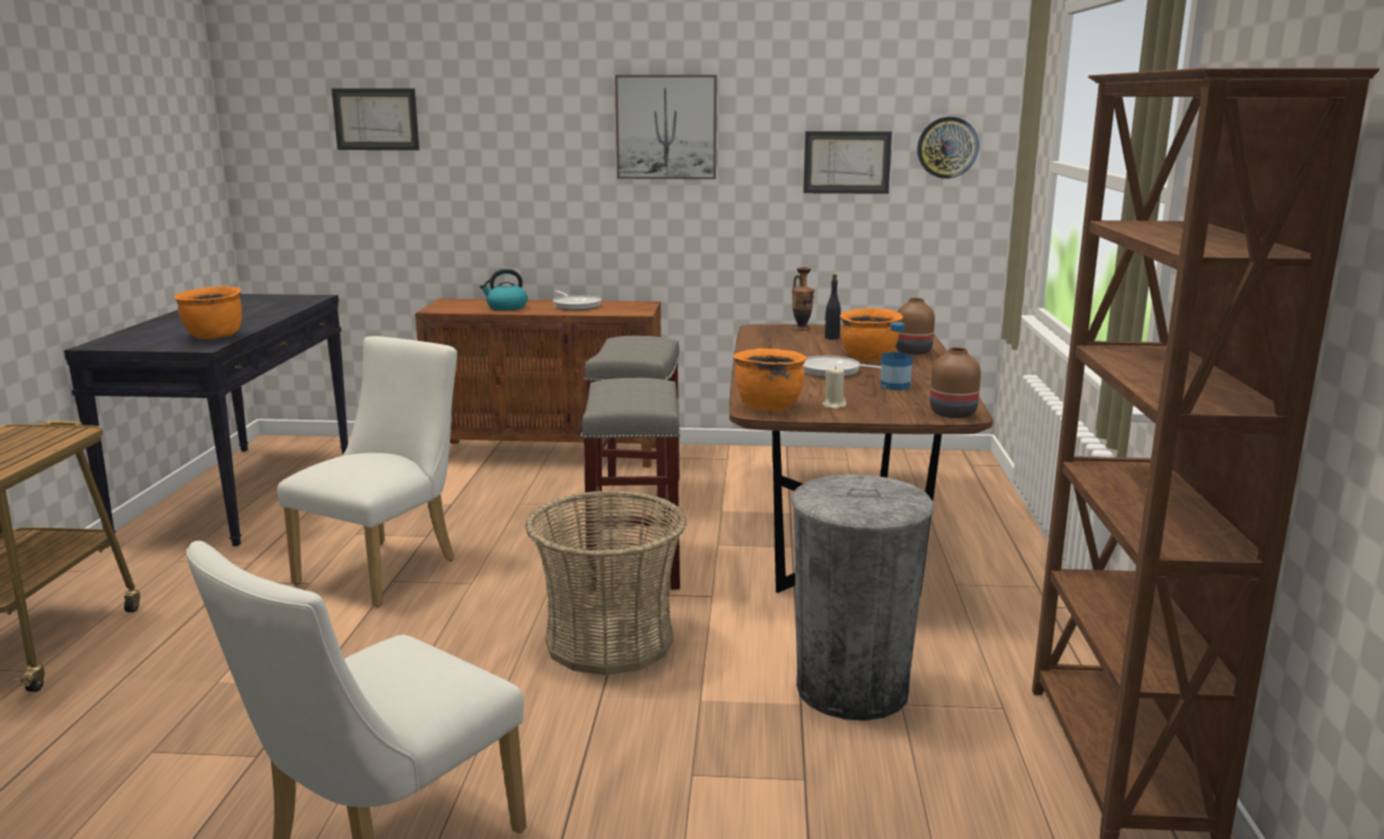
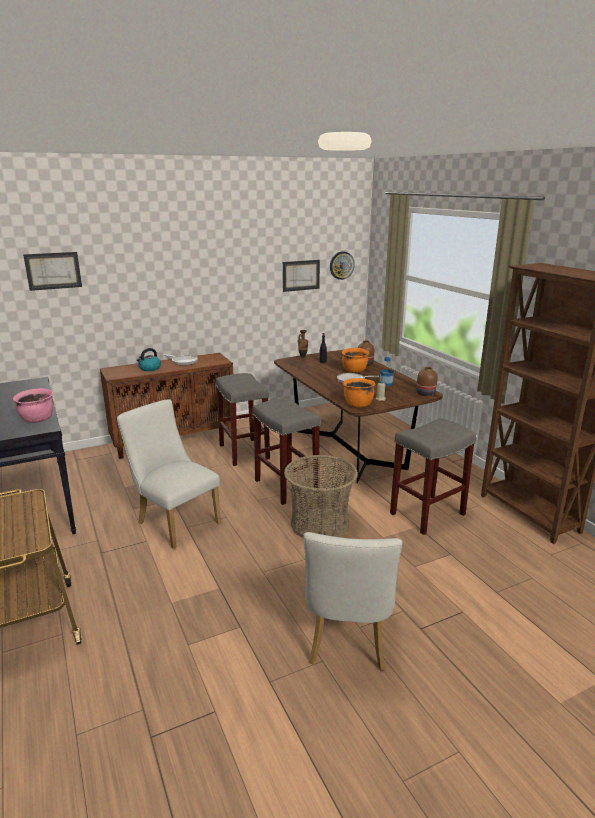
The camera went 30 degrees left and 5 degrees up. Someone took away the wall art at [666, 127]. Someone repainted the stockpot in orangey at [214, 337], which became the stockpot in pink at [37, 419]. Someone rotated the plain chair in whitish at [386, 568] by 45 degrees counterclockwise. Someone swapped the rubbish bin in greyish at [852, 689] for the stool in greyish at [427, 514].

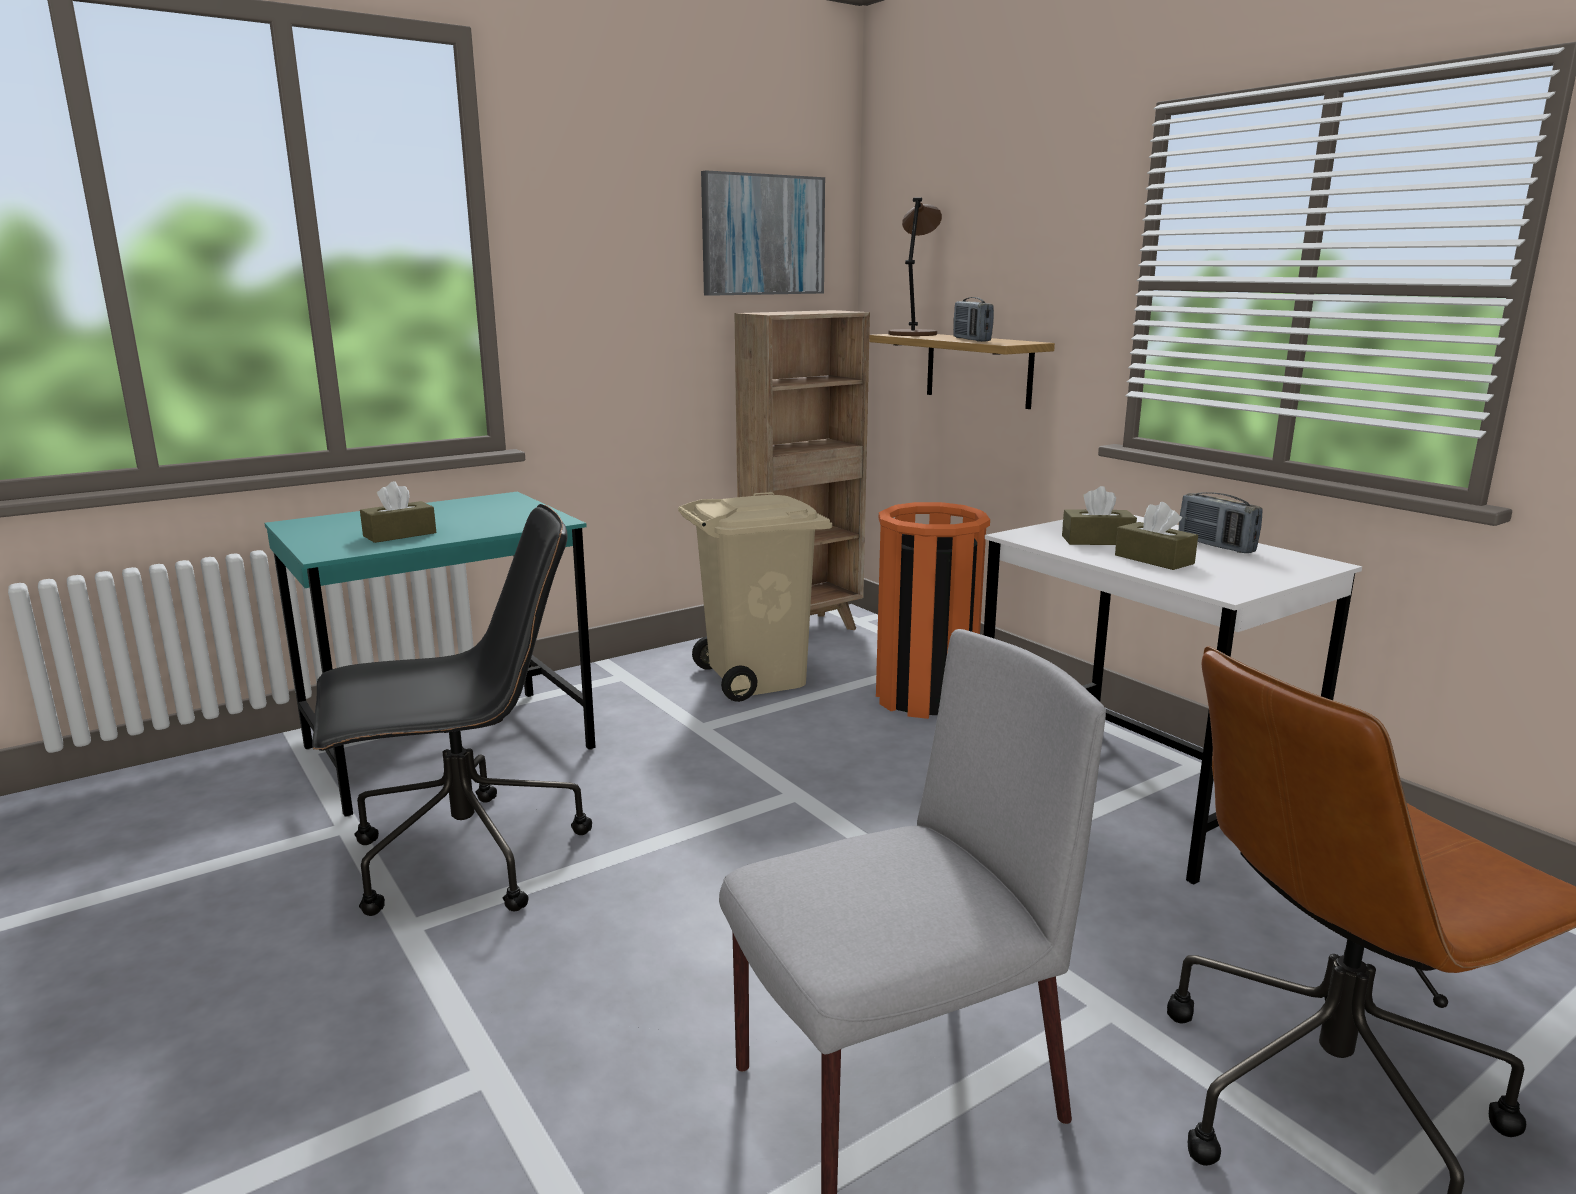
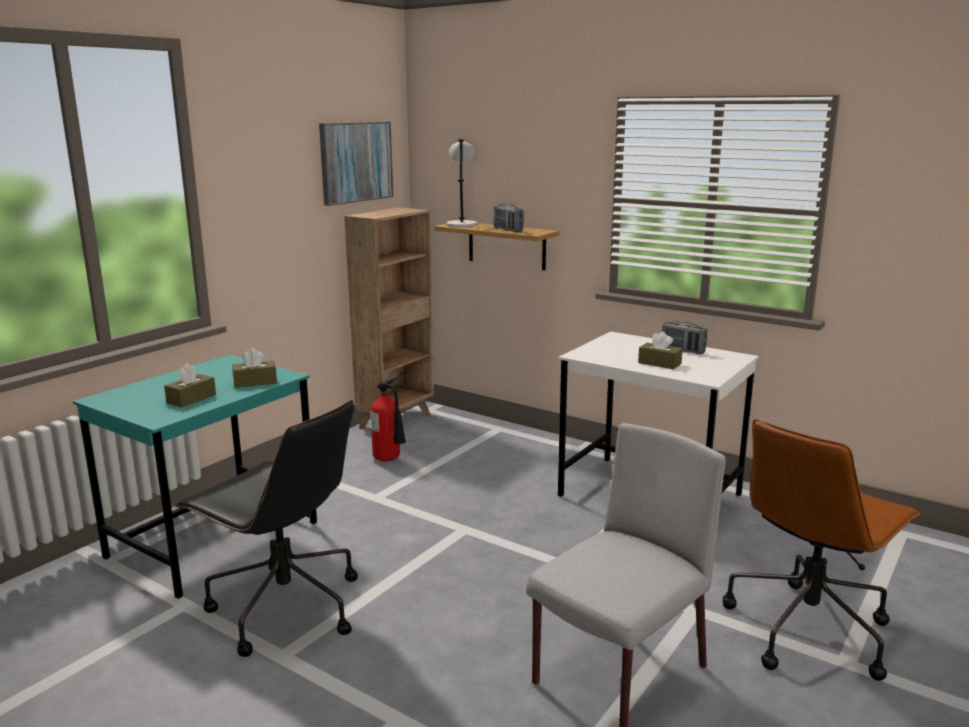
The camera went 20 degrees left and 0 degrees up. Someone repainted the tabletop lamp in brown-coloured at [913, 334], which became the tabletop lamp in greyish at [461, 224]. Someone carried the box of tissues in brown-coloured from [1097, 540] to [255, 382]. Someone swapped the rubbish bin in beige at [758, 679] for the fire extinguisher at [390, 459]. Someone took away the rubbish bin in orangey at [925, 698]. Someone rotated the computer chair in blackish at [463, 858] by 75 degrees clockwise.

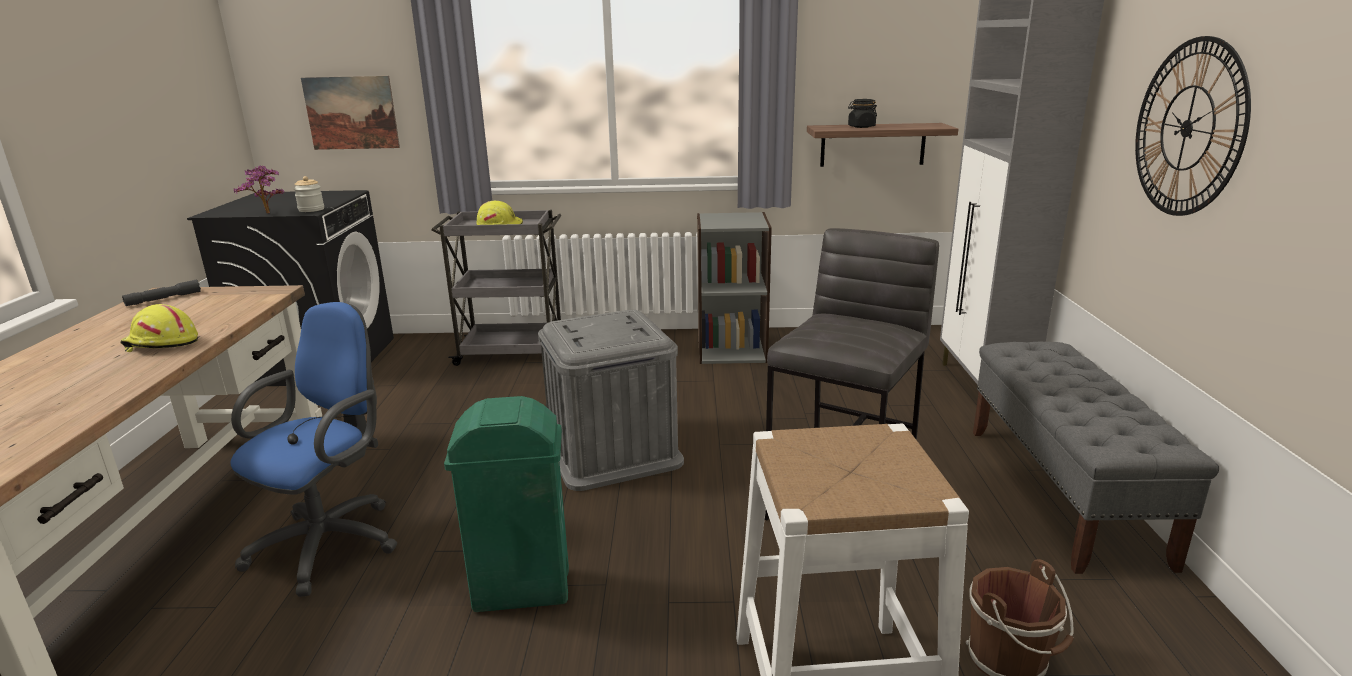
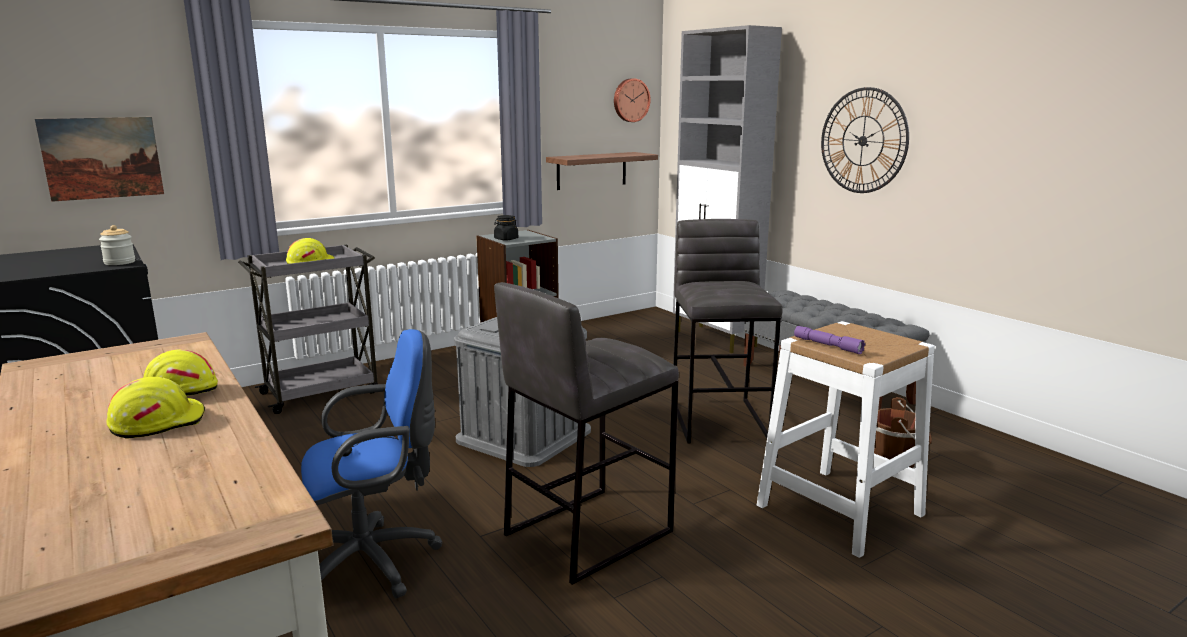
The camera went 35 degrees left and 5 degrees down. Someone carried the storage jar in blackish from [861, 127] to [506, 239]. Someone took away the potted plant at [267, 214]. Someone took away the hand torch in greyish at [164, 299]. Someone rotated the computer chair in blue at [333, 541] by 75 degrees clockwise. Someone swapped the rubbish bin in green-coloured at [521, 589] for the stool in greyish at [586, 532]. Someone put up the clock on the wall at [630, 100]. Someone put down the hand torch in purple at [827, 345]. Someone put down the hard hat in yellowish at [158, 422].

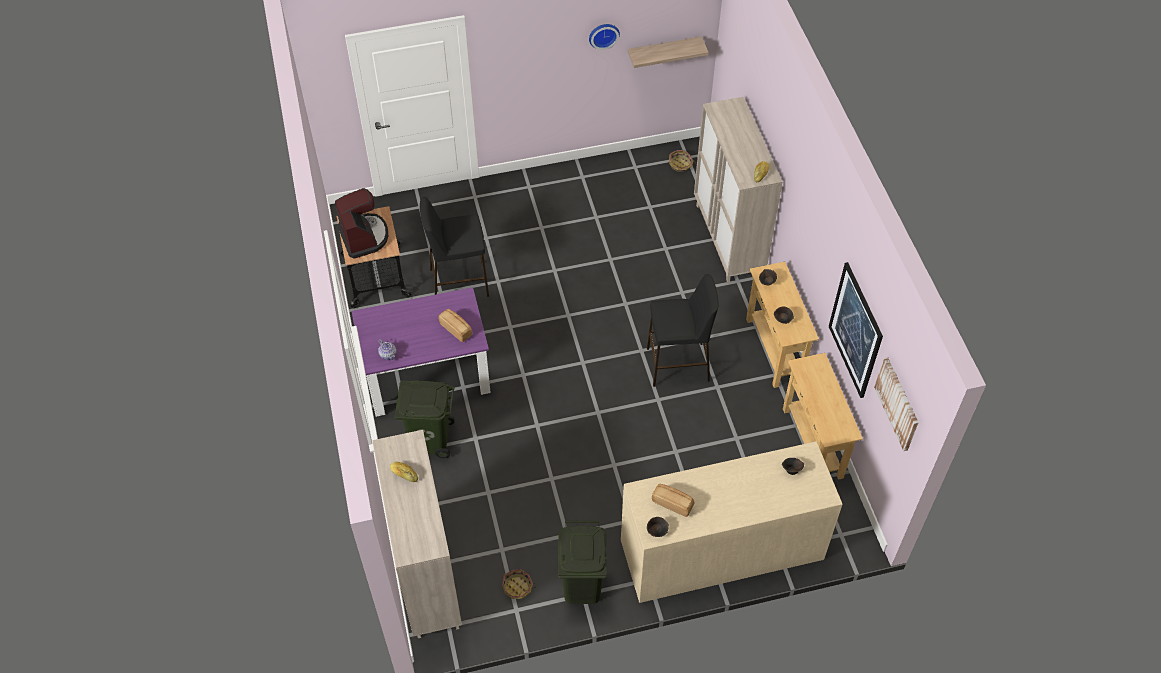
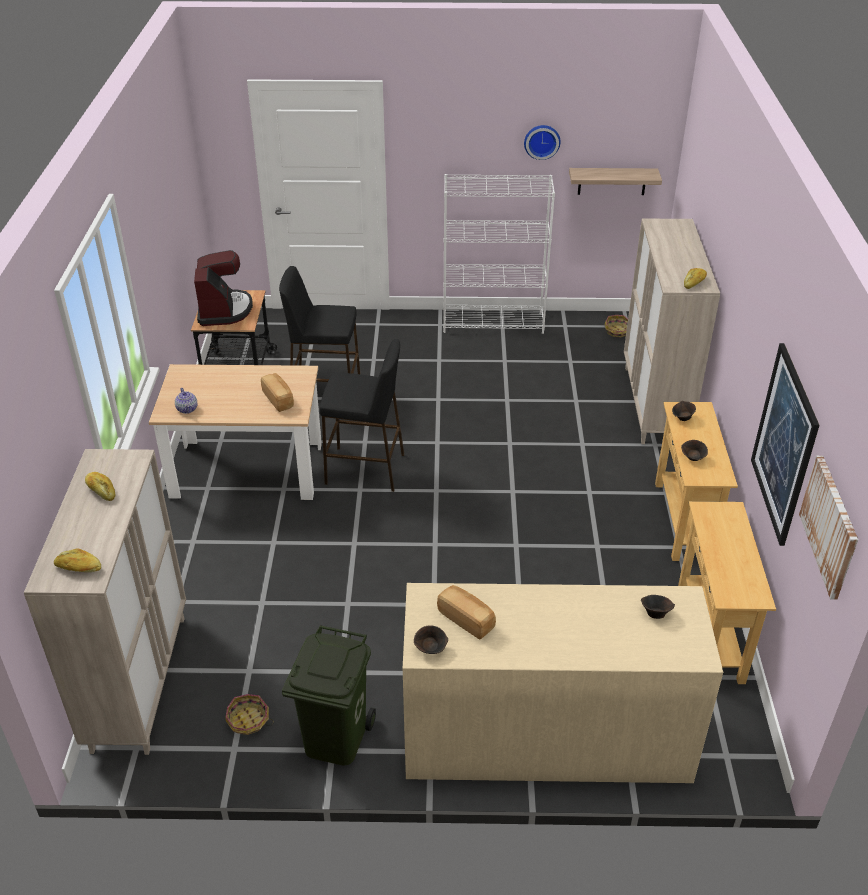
The camera went 15 degrees right and 15 degrees down. Someone carried the stool in blackish from [678, 364] to [366, 469]. Someone repainted the kitchen table in purple at [427, 376], which became the kitchen table in beige at [247, 471]. Someone took away the rubbish bin in green-coloured at [430, 439]. Someone put down the shelving unit in whitish at [493, 322]. Someone put down the bread at [78, 568].

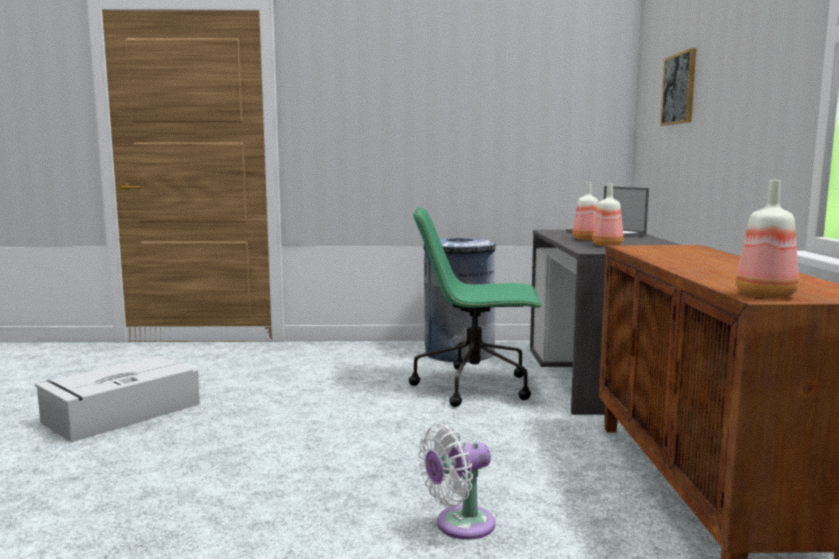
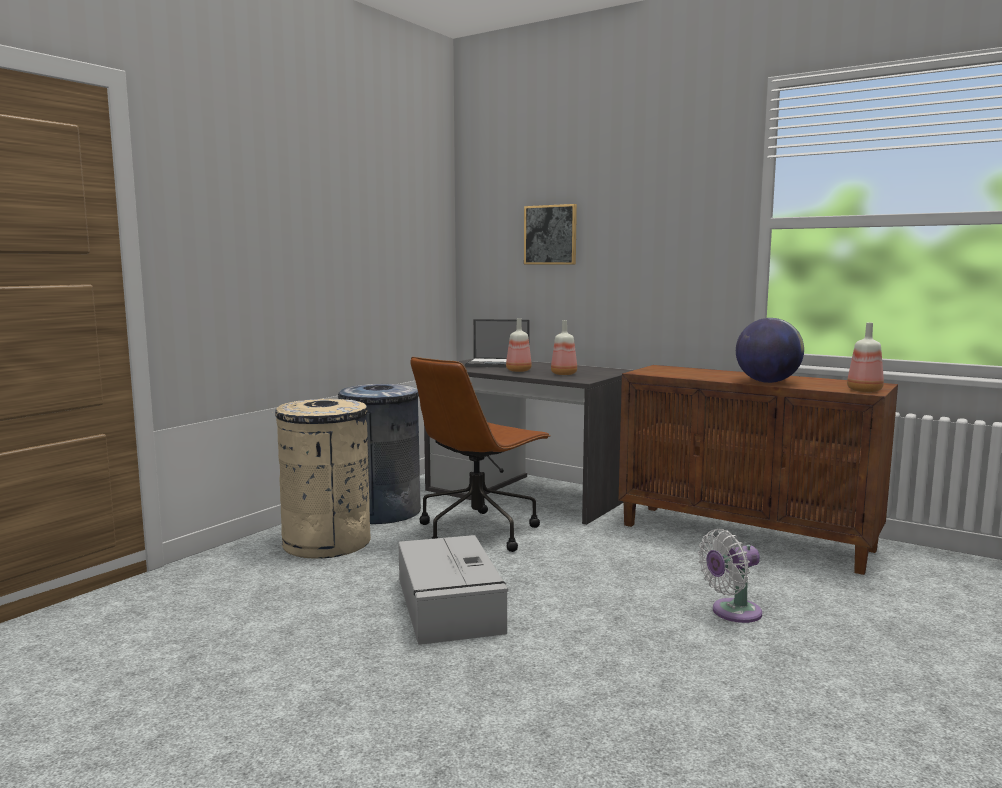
The camera went 55 degrees left and 0 degrees up. Someone repainted the computer chair in green-coloured at [476, 386], which became the computer chair in brown-coloured at [478, 531]. Someone carried the storage box in greyish from [120, 413] to [449, 606]. Someone rotated the fan in whitish at [459, 525] by 60 degrees clockwise. Someone put down the globe at [767, 382]. Someone put down the rubbish bin in beige at [326, 542].

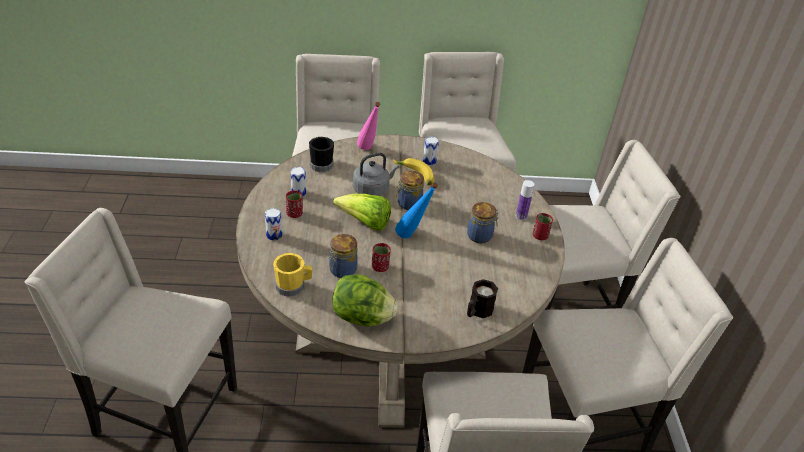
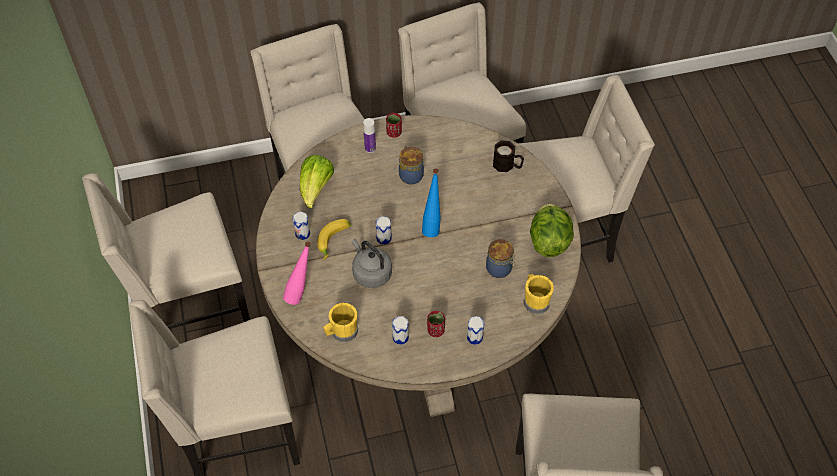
The camera went 100 degrees left and 15 degrees up. Someone repainted the mug in blackish at [321, 164], which became the mug in yellowish at [341, 332]. Someone swapped the storage jar at [408, 204] for the metal can at [383, 238]. Someone carried the lettuce head from [365, 223] to [316, 189]. Someone took away the drinking cup in red at [380, 267].

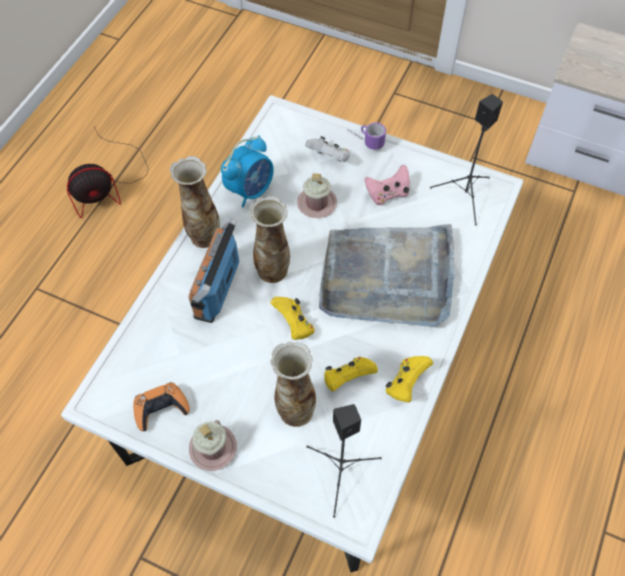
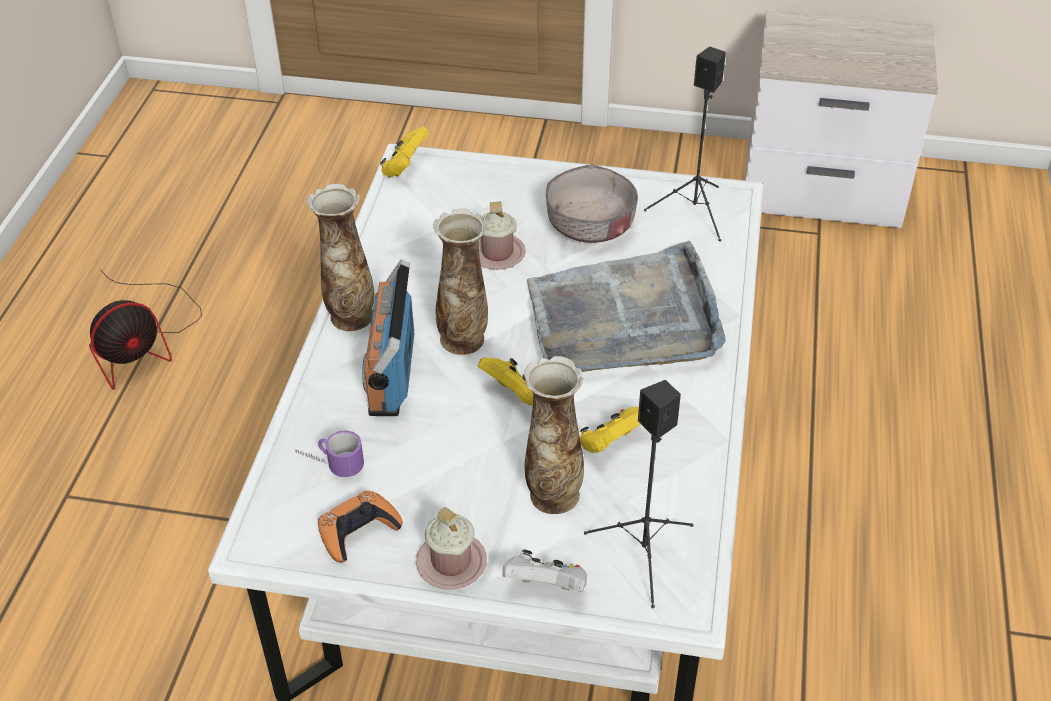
The camera went 15 degrees left and 15 degrees down. Someone carried the mug from [364, 140] to [329, 465]. Someone took away the alarm clock at [251, 190]. Someone carried the gamepad in whitish from [329, 158] to [546, 587]. Someone swapped the gamepad in pink at [387, 194] for the serving bowl in greyish at [590, 227]. Someone carried the gamepad in yellowish from [406, 384] to [405, 167].

